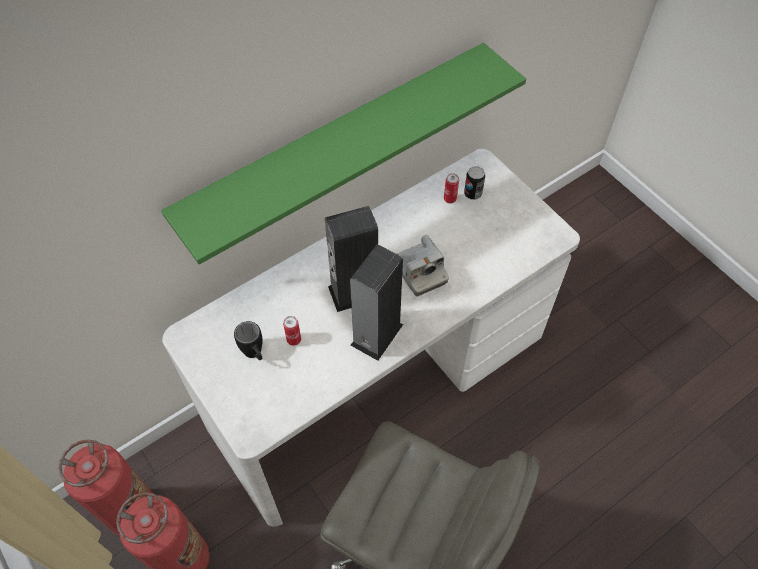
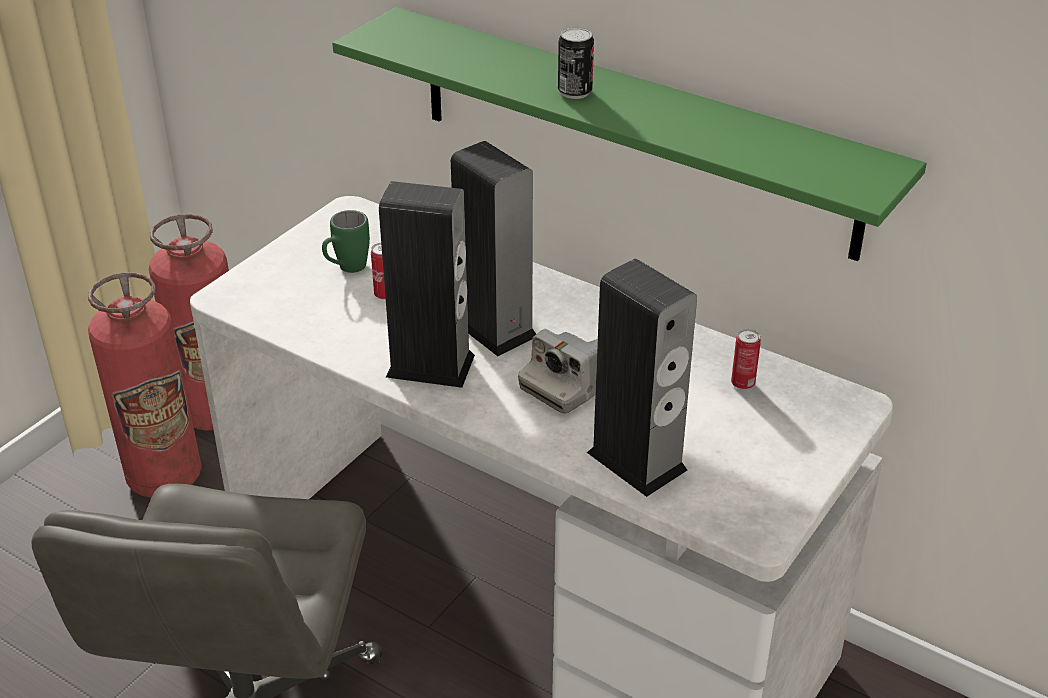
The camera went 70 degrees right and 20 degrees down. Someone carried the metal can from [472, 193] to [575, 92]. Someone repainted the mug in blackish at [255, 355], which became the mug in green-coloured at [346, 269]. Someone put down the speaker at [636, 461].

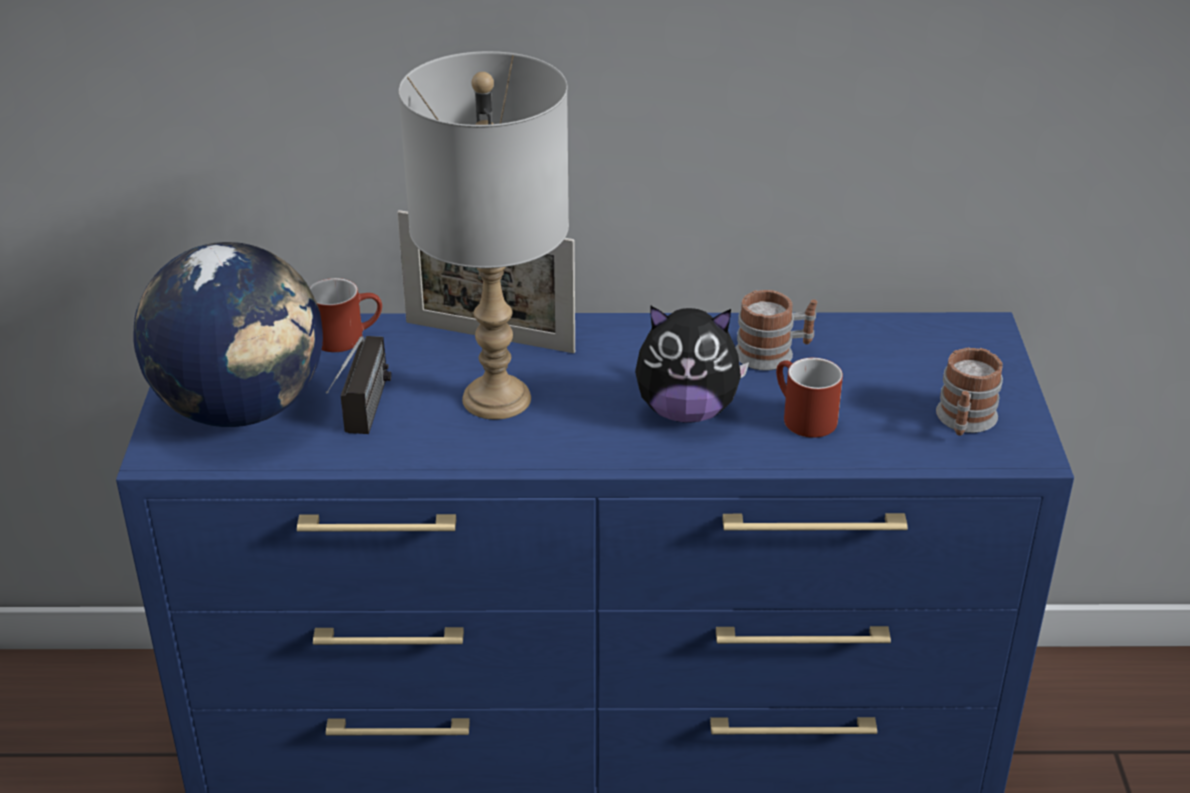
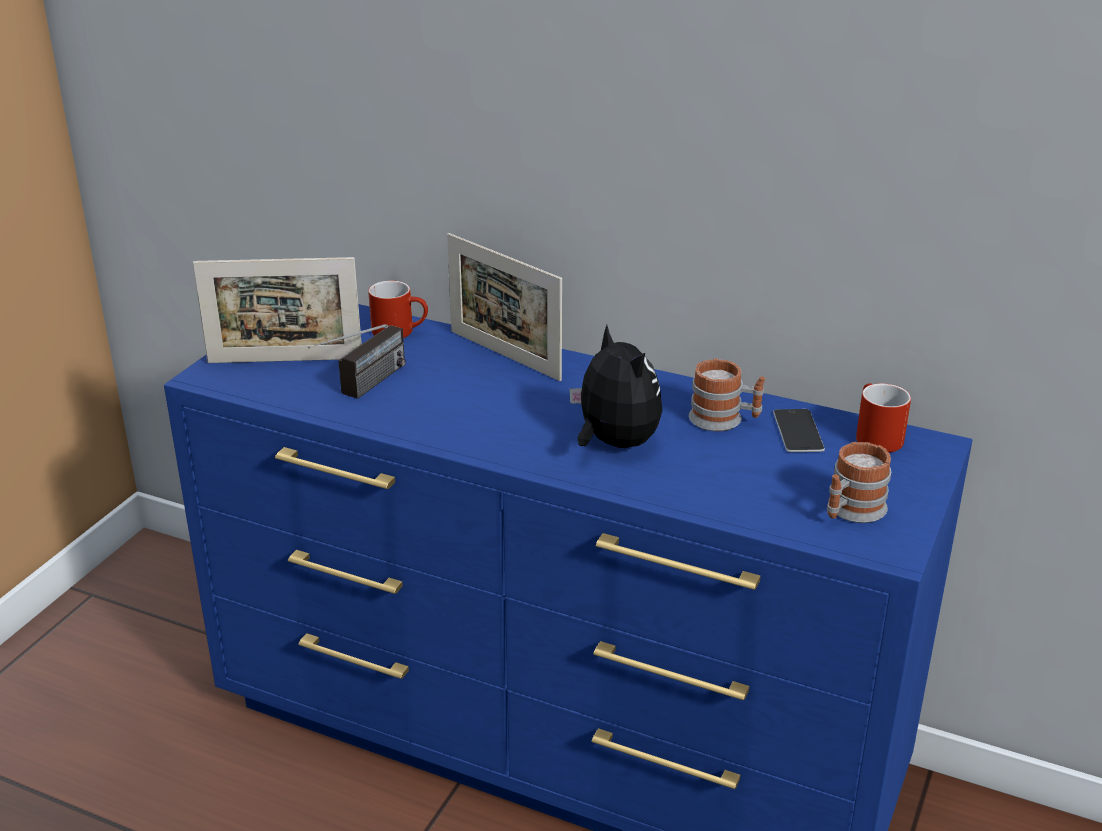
The camera went 25 degrees right and 5 degrees down. Someone took away the tabletop lamp in greyish at [495, 399]. Someone swapped the globe at [242, 408] for the standing frame at [285, 360]. Someone rotated the plush toy at [686, 411] by 150 degrees counterclockwise. Someone carried the mug in red from [801, 417] to [873, 435]. Someone put down the phone at [798, 431].

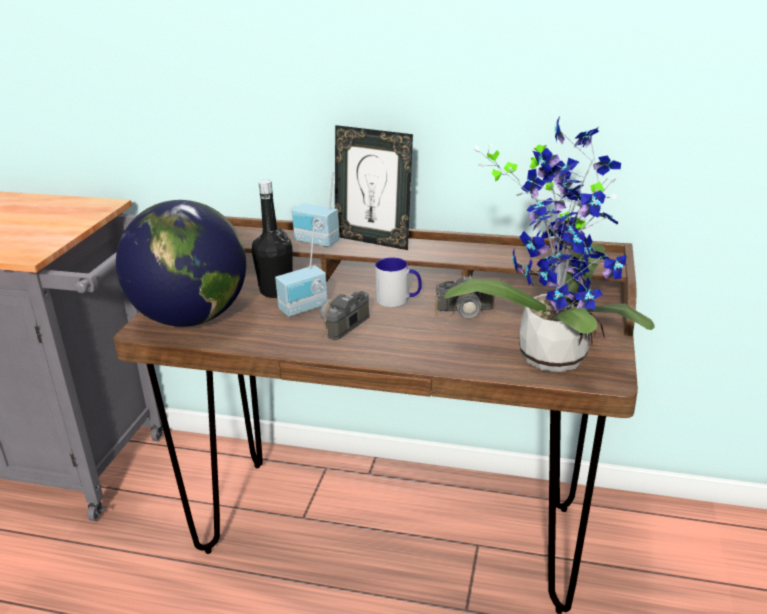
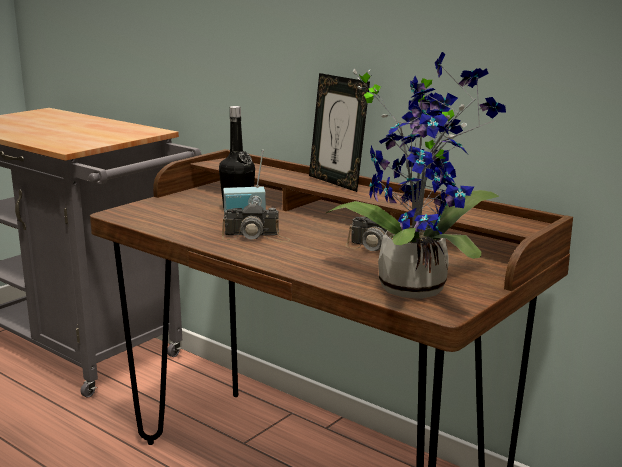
The camera went 25 degrees right and 10 degrees down. Someone took away the radio at [316, 242]. Someone took away the globe at [191, 318]. Someone took away the mug at [398, 300]. Someone rotated the still camera at [337, 326] by 150 degrees counterclockwise.

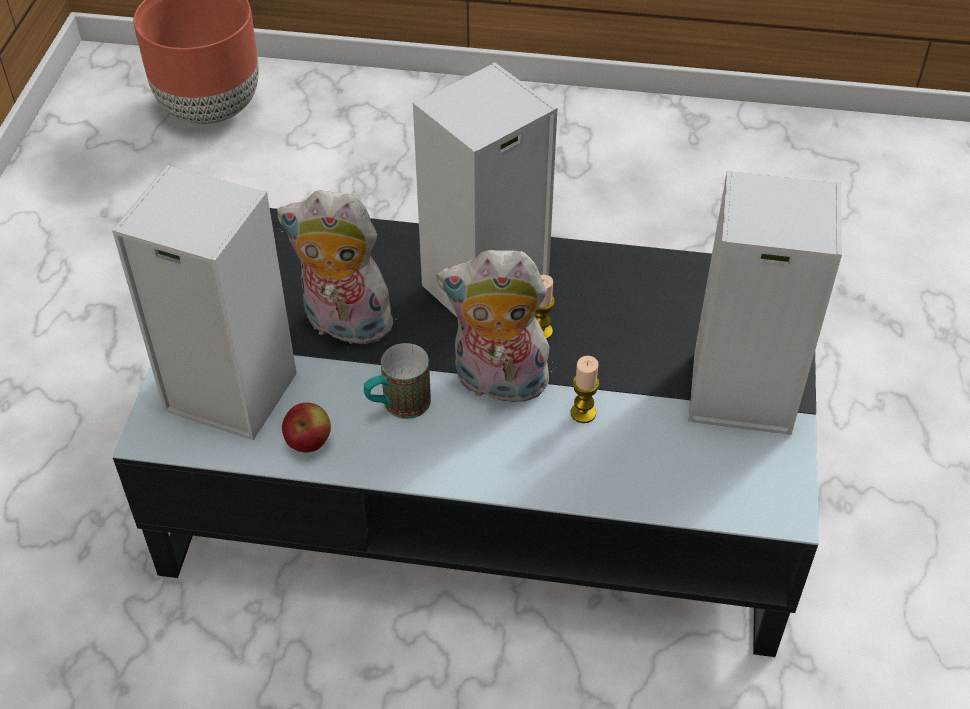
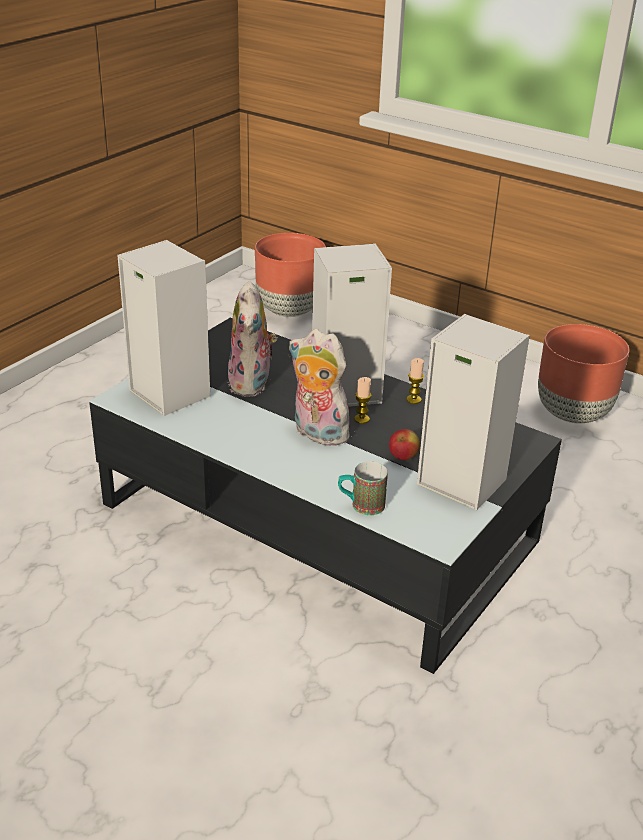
The camera went 25 degrees right and 15 degrees down. Someone rotated the plush toy at [343, 325] by 135 degrees counterclockwise. Someone carried the mug from [397, 406] to [361, 506]. Someone carried the candle from [583, 413] to [413, 399]. Someone carried the apple fruit from [309, 443] to [403, 457]. Someone put down the planter in brown-coloured at [573, 414].

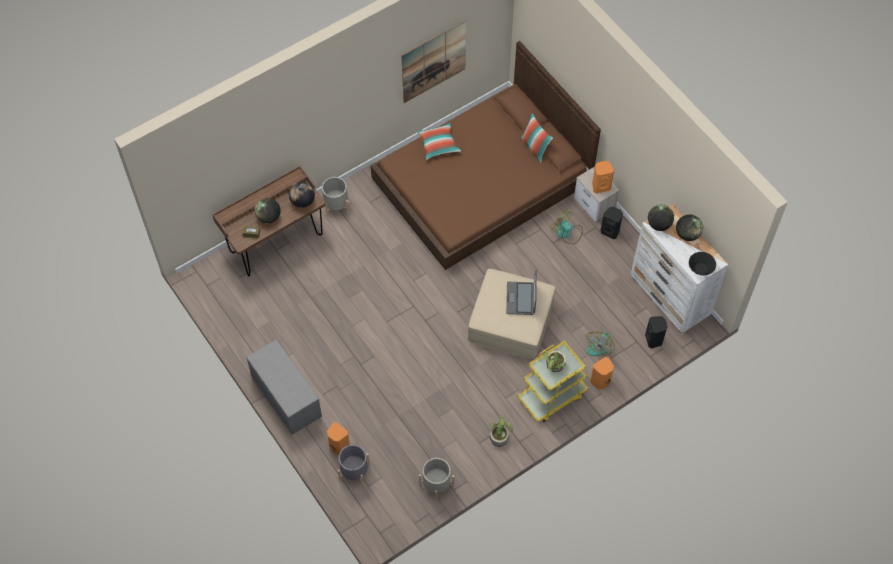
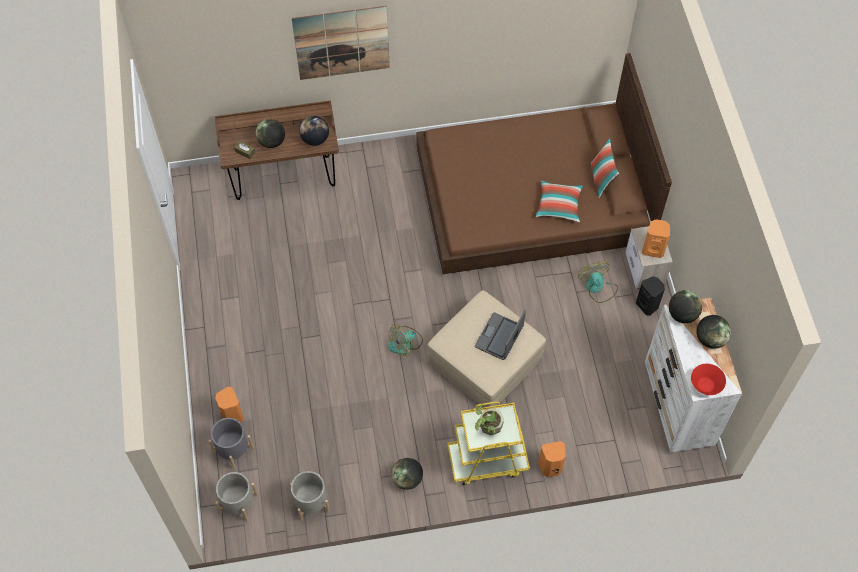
The camera went 25 degrees right and 0 degrees up. Someone carried the wall art from [433, 61] to [342, 42]. Someone carried the cushion from [438, 145] to [558, 205]. Someone carried the planter in greyish from [336, 205] to [238, 503]. Someone repainted the serving bowl in blackish at [700, 269], which became the serving bowl in red at [705, 385]. Someone took away the speaker in blackish at [654, 340]. Someone carried the fan from [599, 345] to [405, 344]. Someone took away the bench in greyish at [285, 396]. Someone swapped the potted plant at [499, 436] for the globe at [407, 479].

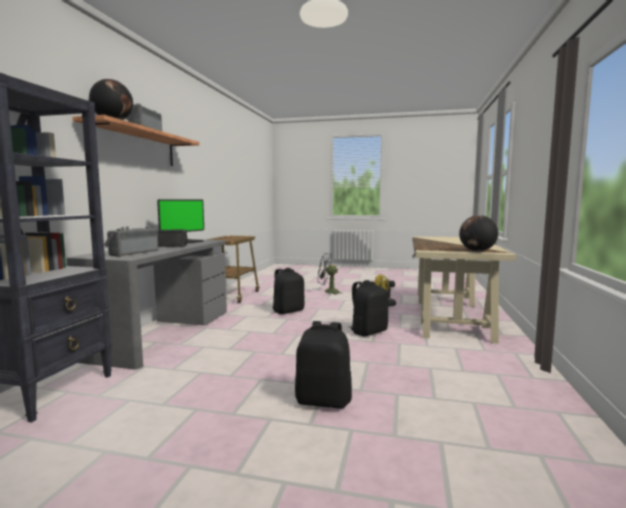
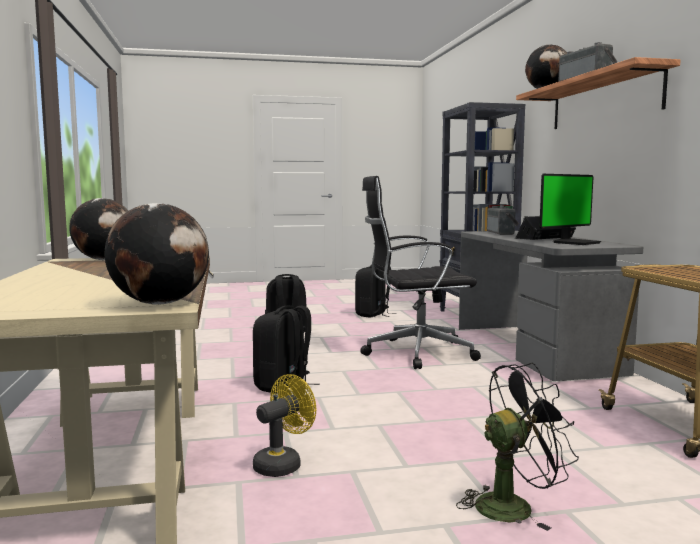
The camera went 155 degrees right and 0 degrees up. Someone rotated the monitor at [188, 241] by 135 degrees counterclockwise. Someone carried the backpack in blackish from [288, 311] to [373, 315]. Someone put down the computer chair in blackish at [415, 353]. Someone put down the globe at [160, 303].

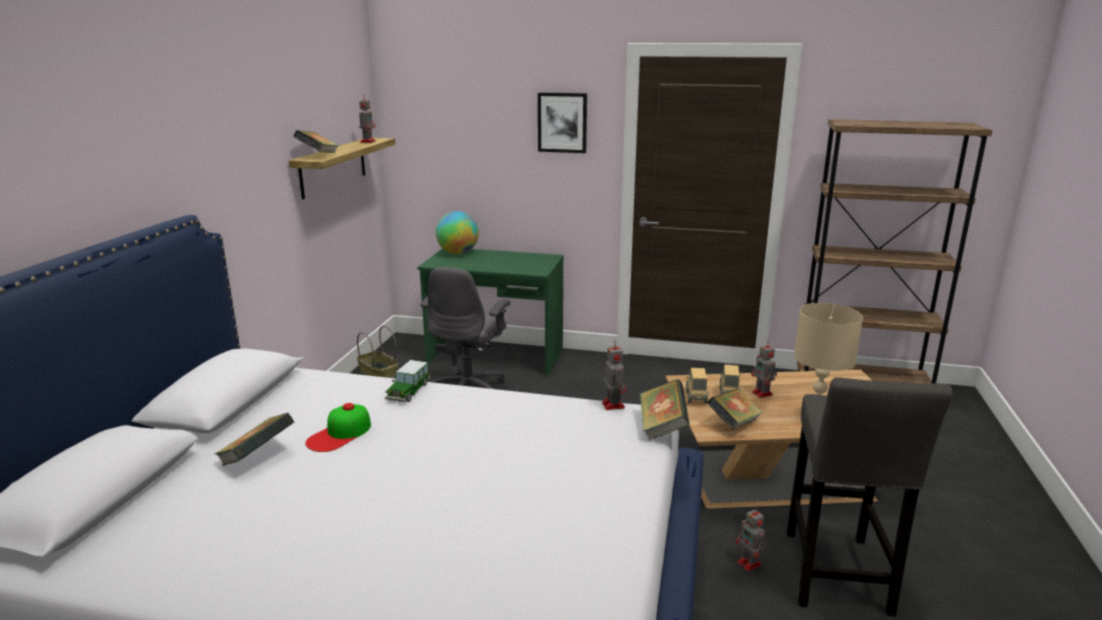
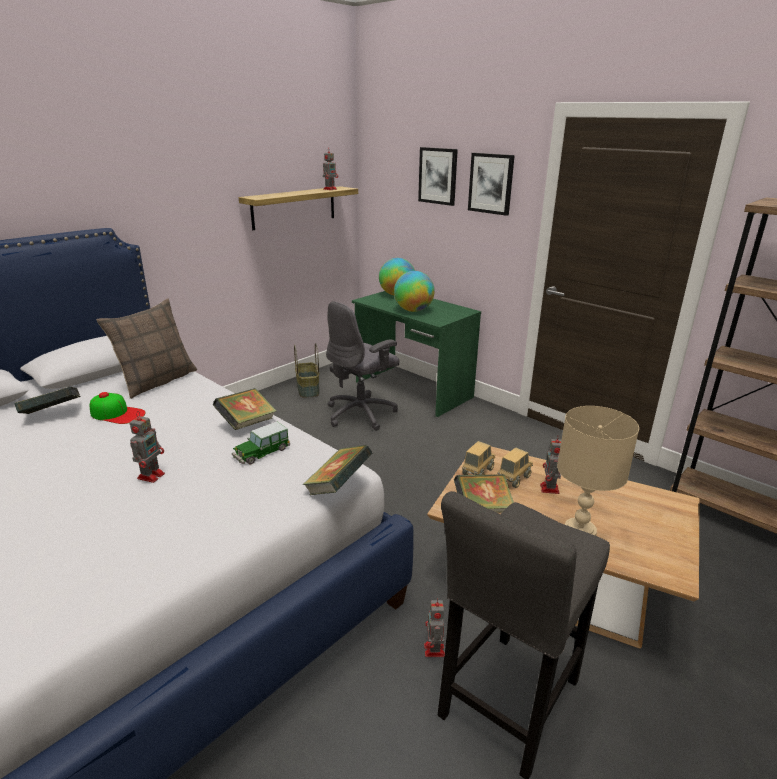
The camera went 30 degrees right and 5 degrees up. Someone carried the volume from [318, 156] to [247, 423]. Someone carried the robot figure from [612, 404] to [152, 475]. Someone carried the miniature car from [408, 392] to [261, 453]. Someone rotated the peaked cap at [339, 434] by 135 degrees counterclockwise. Someone put up the wall art at [438, 176]. Someone put down the globe at [413, 310]. Someone put down the cushion at [157, 381].

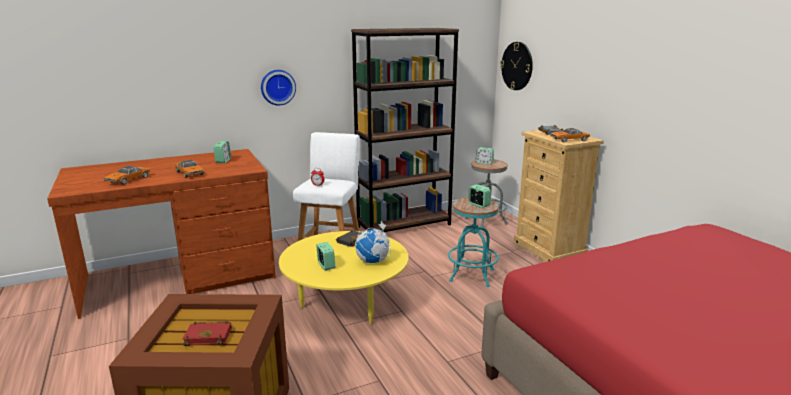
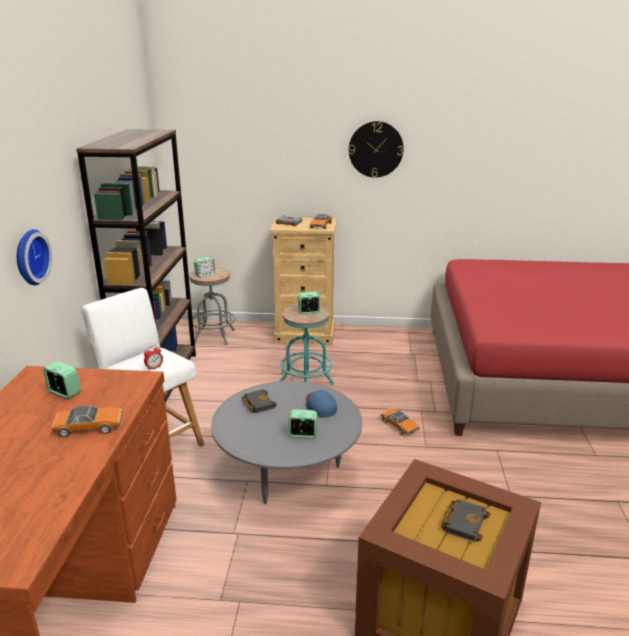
The camera went 60 degrees left and 5 degrees up. Someone carried the clock on the wall from [517, 66] to [375, 149]. Someone carried the miniature car from [128, 180] to [399, 426]. Someone swapped the globe at [373, 261] for the peaked cap in blue at [320, 406]. Someone repainted the low table in yellowish at [346, 304], which became the low table in greyish at [288, 471]. Someone repainted the volume in red at [210, 336], which became the volume in blackish at [463, 522].

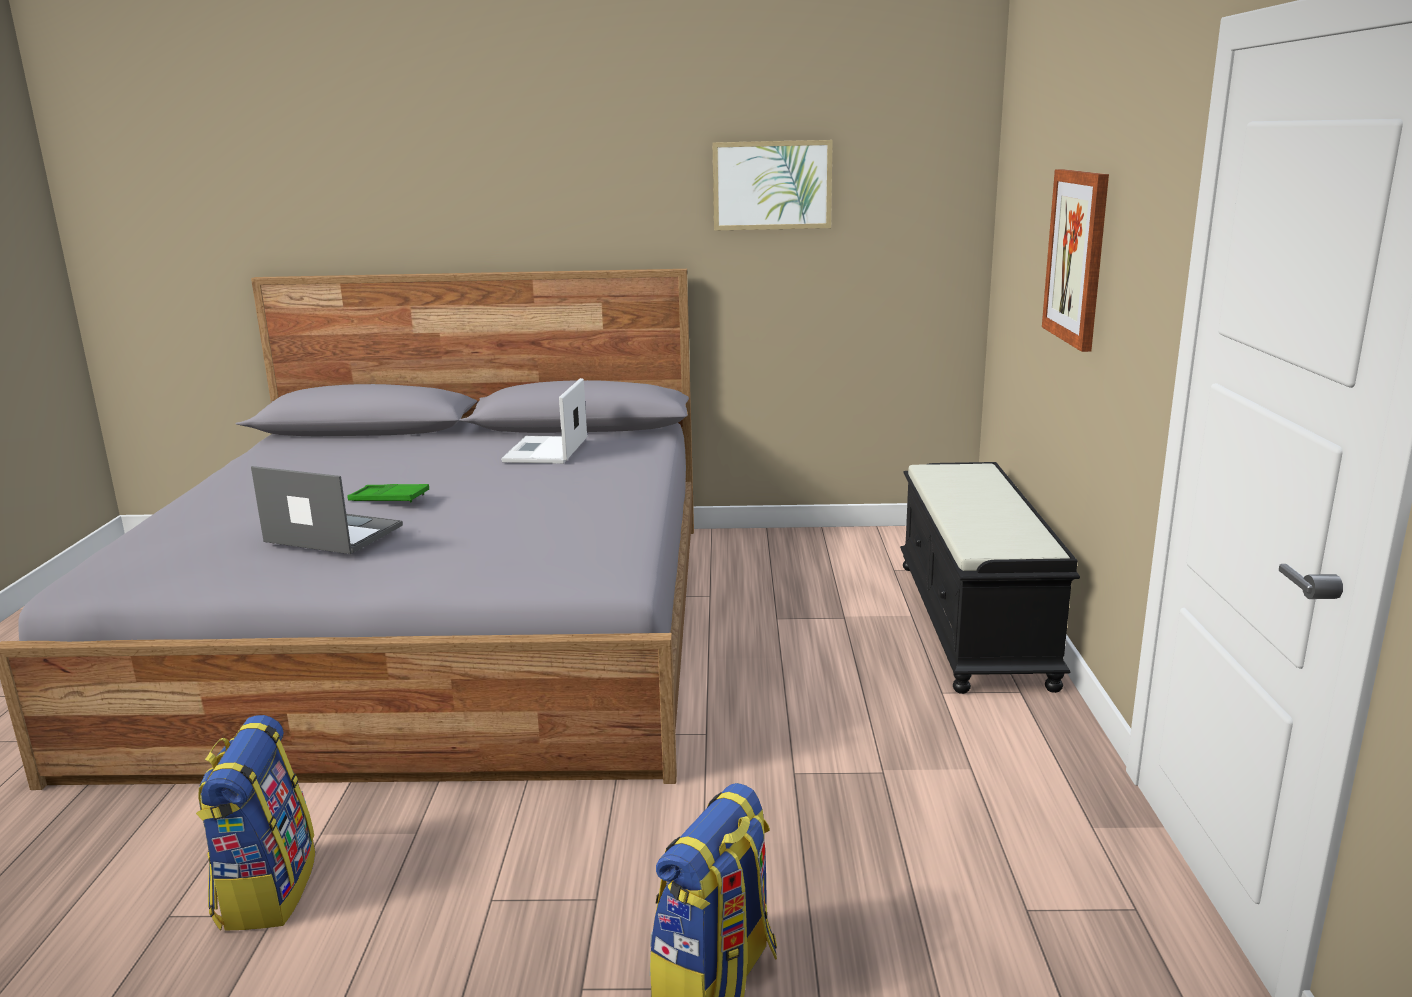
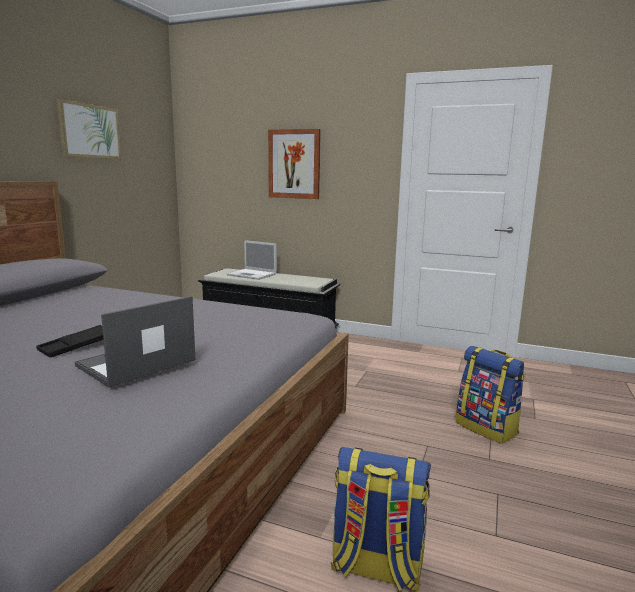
The camera went 70 degrees left and 5 degrees down. Someone carried the laptop from [545, 451] to [252, 274]. Someone repainted the serving tray in green-coloured at [389, 499], which became the serving tray in blackish at [77, 346].

